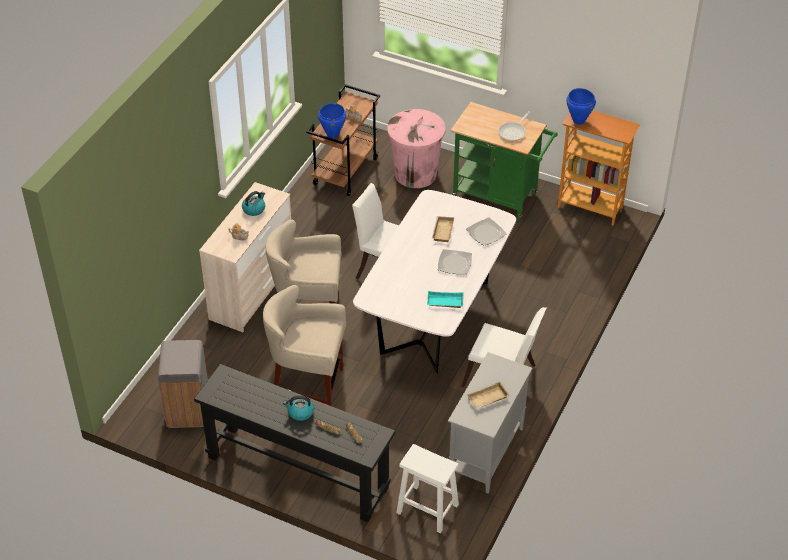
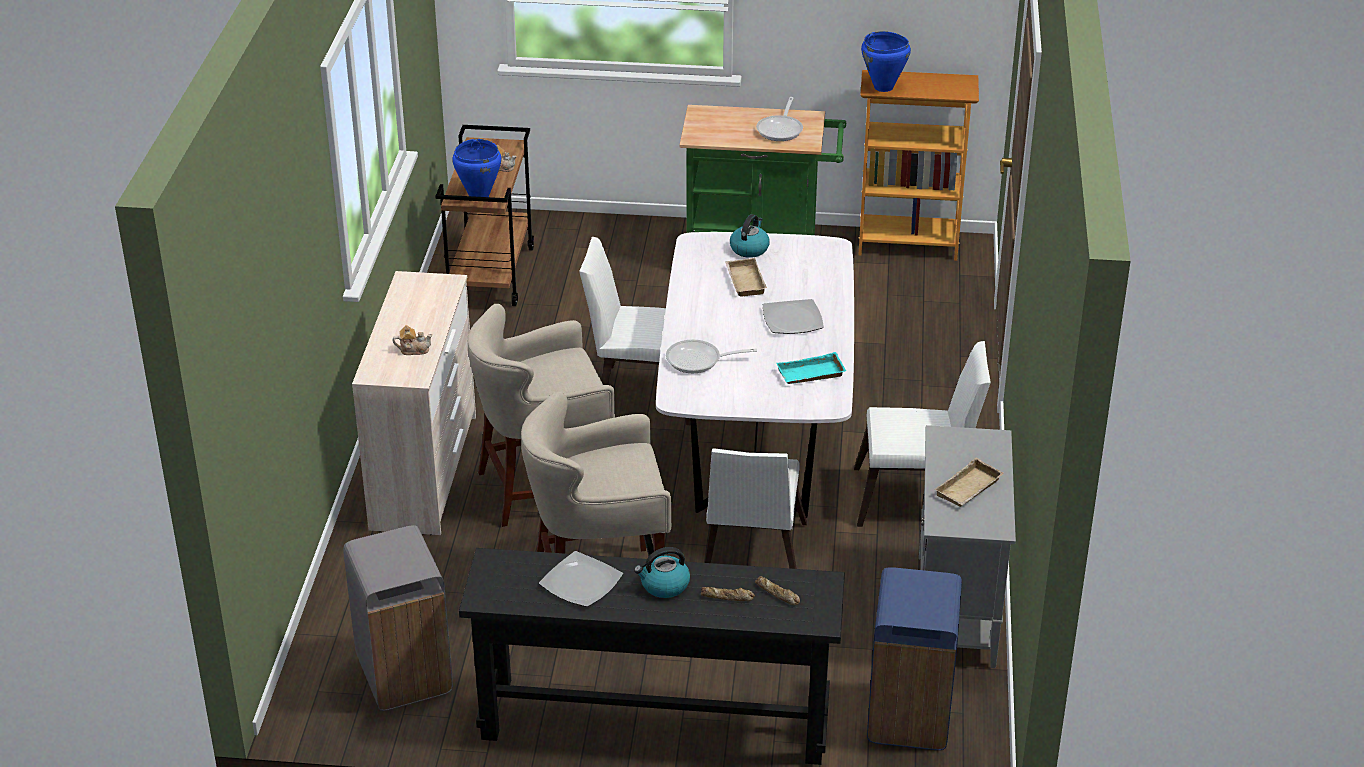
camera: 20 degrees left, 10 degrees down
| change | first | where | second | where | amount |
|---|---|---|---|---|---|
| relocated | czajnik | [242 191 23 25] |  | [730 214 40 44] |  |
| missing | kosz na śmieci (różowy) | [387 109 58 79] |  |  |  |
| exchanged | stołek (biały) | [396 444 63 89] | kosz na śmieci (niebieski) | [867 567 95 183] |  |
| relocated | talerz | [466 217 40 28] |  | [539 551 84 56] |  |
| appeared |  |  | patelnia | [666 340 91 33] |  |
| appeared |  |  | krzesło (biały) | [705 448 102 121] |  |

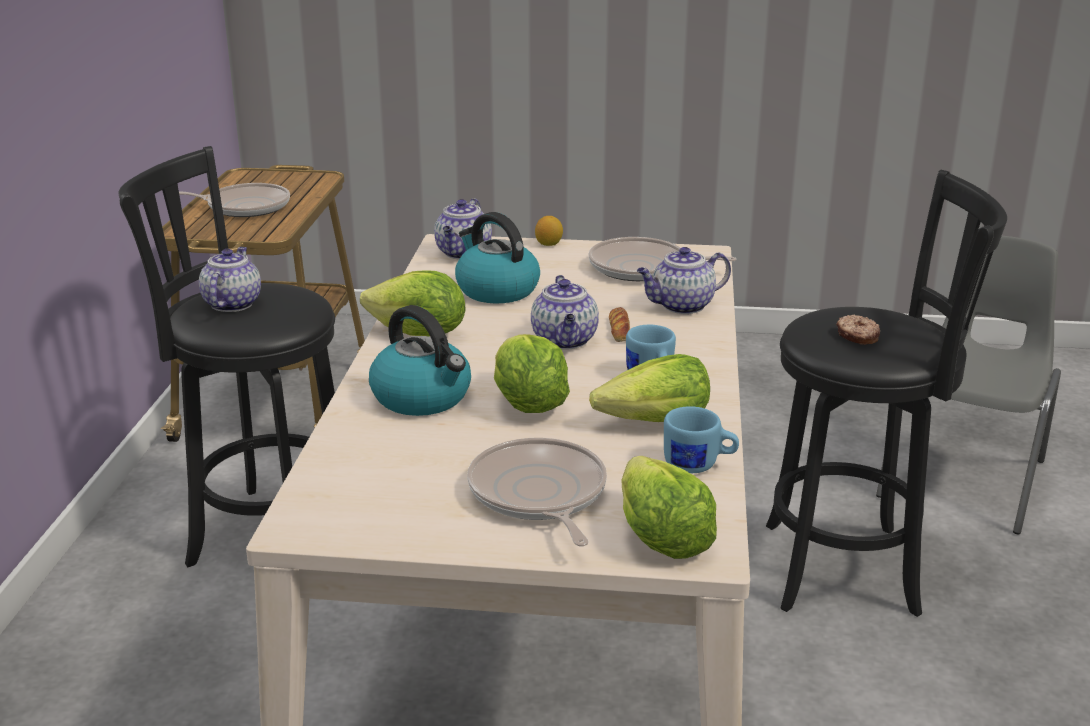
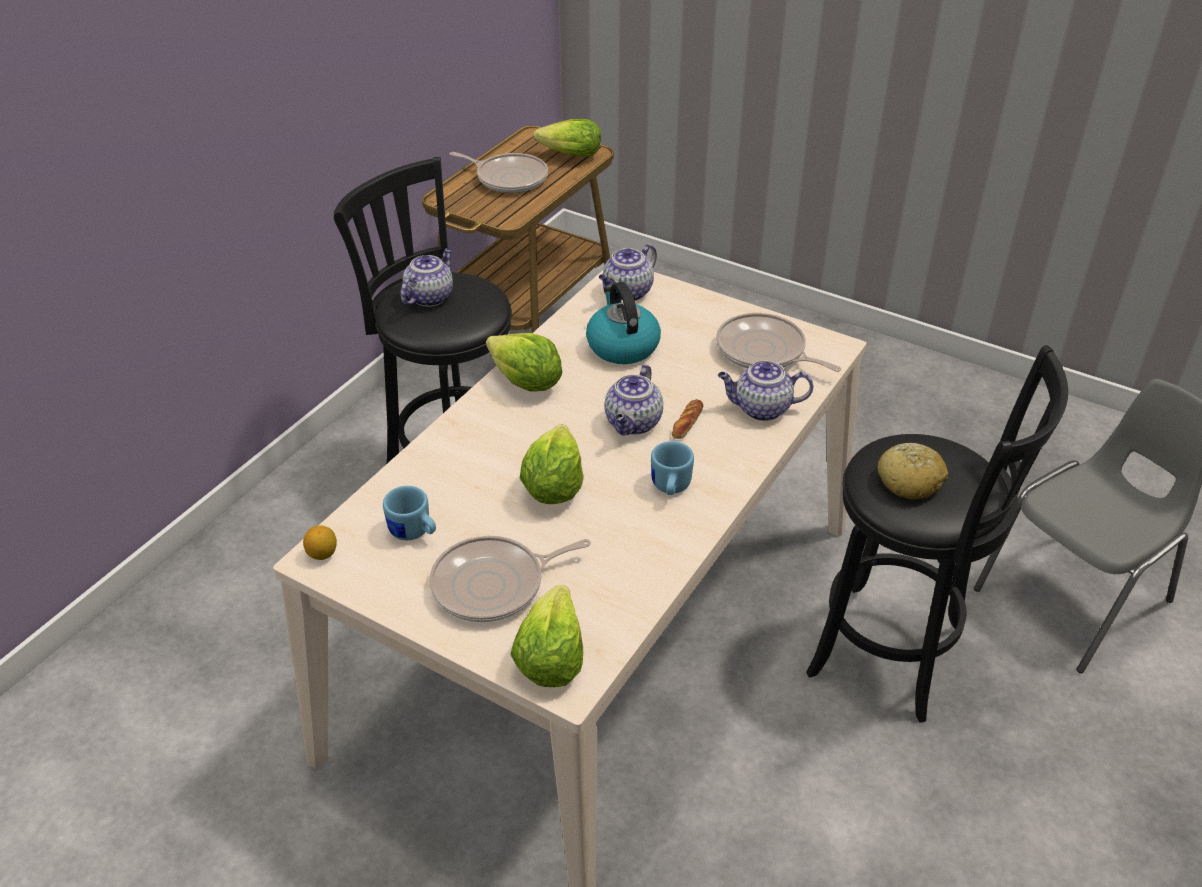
camera: 25 degrees right, 15 degrees up
| change | first | where | second | where | amount |
|---|---|---|---|---|---|
| missing | czajnik | [369 305 102 111] |  |  |  |
| spun | patelnia | [467 438 140 108] |  | [430 535 161 87] | 120 degrees counterclockwise |
| relocated | cytryna | [535 216 28 30] |  | [303 525 34 35] |  |
| relocated | sałata | [589 354 121 68] |  | [534 119 67 38] |  |
| relocated | kubek (niebieski) | [664 406 75 67] |  | [383 486 53 54] |  |
| exchanged | donut | [836 315 44 30] | chleb | [877 443 72 56] |  |

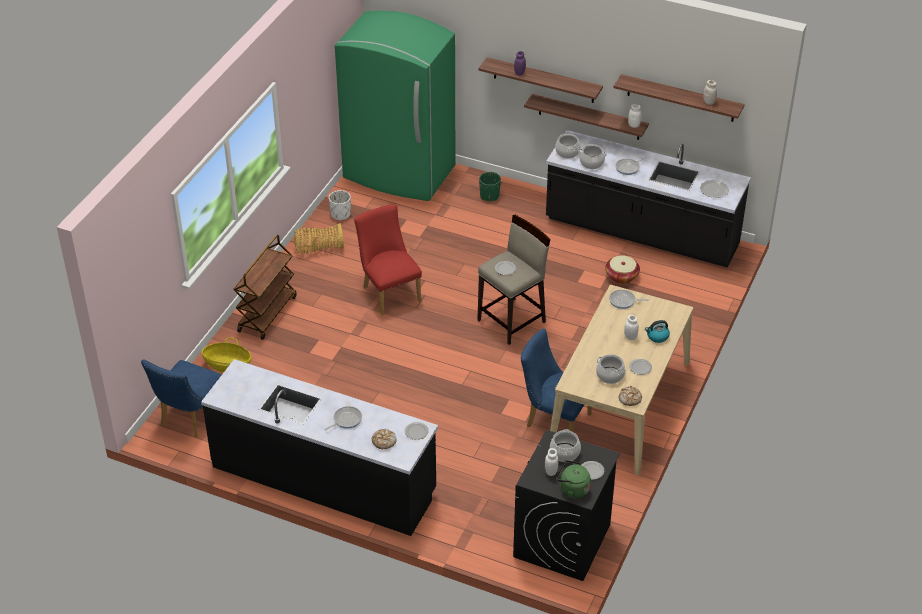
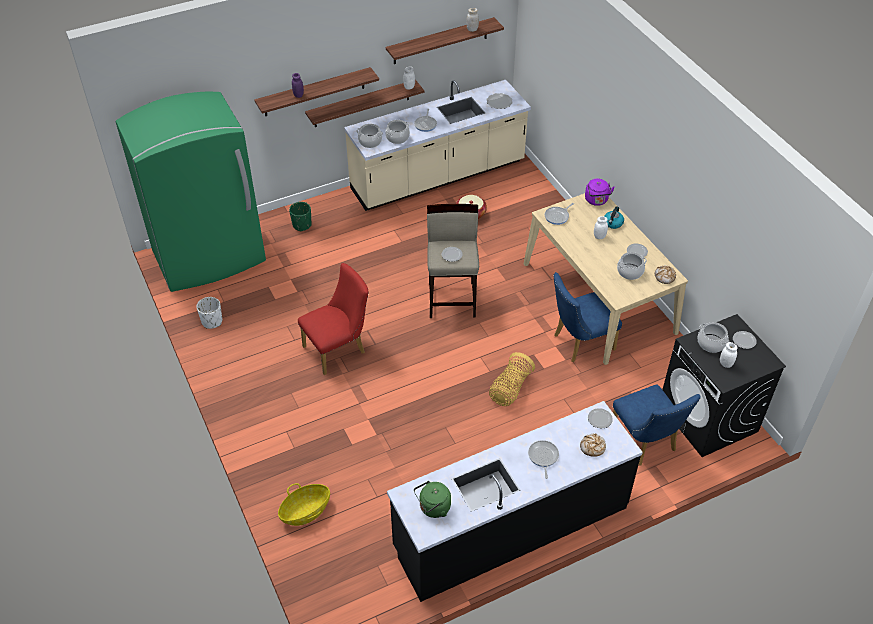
camera: 50 degrees left, 5 degrees up
| change | first | where | second | where | amount |
|---|---|---|---|---|---|
| relocated | krzesło (niebieski) | [141 360 80 78] |  | [613 384 88 81] |  |
| missing | wózek (brązowy) | [233 234 64 106] |  |  |  |
| relocated | koszyk | [294 223 50 30] |  | [489 352 46 54] |  |
| spun | krzesło (czerwony) | [354 205 68 110] |  | [298 263 71 112] | 135 degrees clockwise |
| colour | zabudowa kuchenna (czarny) | [546 130 205 138] | zabudowa kuchenna (beżowy) | [344 80 187 131] |  |
| relocated | czajnik (zielony) | [556 460 35 38] |  | [414 481 37 37] |  |
| appeared |  |  | czajnik (fioletowy) | [585 179 30 27] |  |

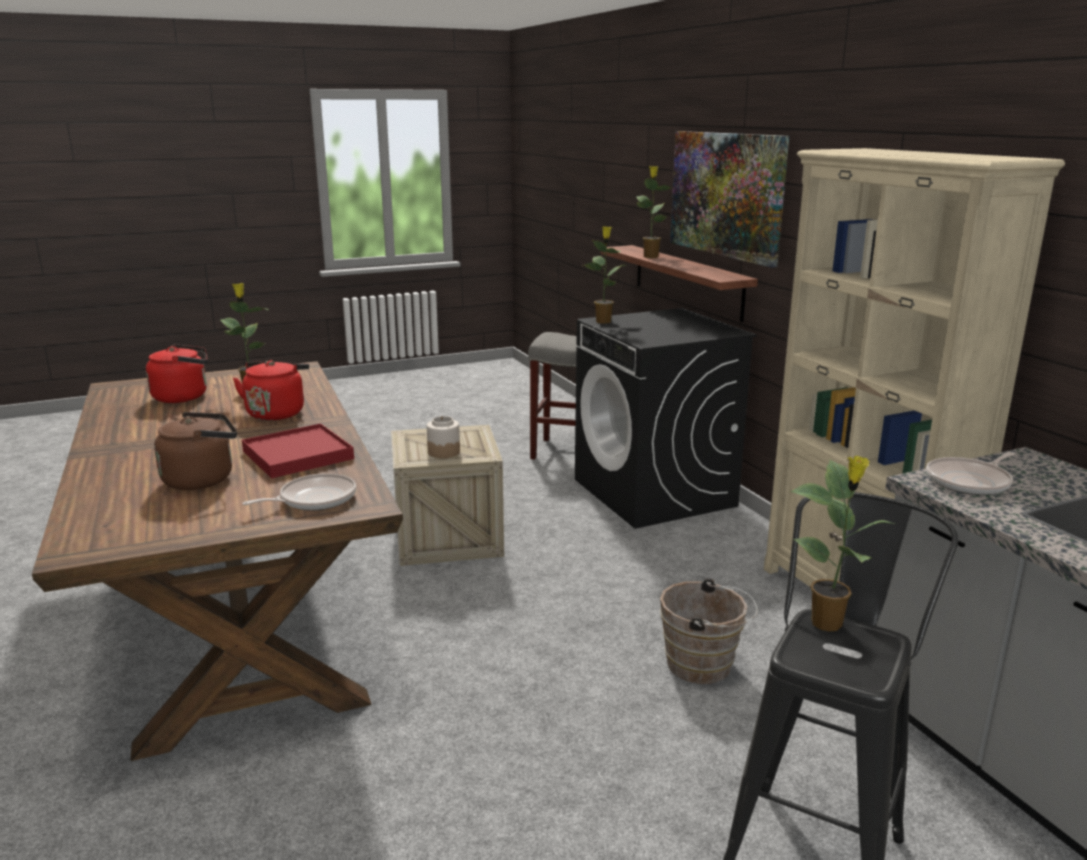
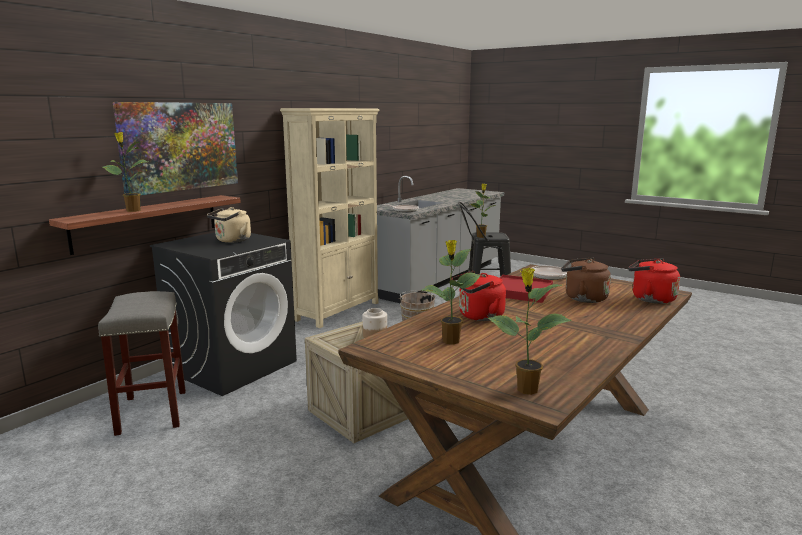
camera: 120 degrees left, 5 degrees down
| change | first | where | second | where | amount |
|---|---|---|---|---|---|
| relocated | czajnik (czerwony) | [146 344 61 59] |  | [628 258 52 46] |  |
| relocated | roślina doniczkowa | [584 226 43 98] |  | [488 267 84 128] |  |
| appeared |  |  | czajnik (beżowy) | [207 207 44 36] |  |

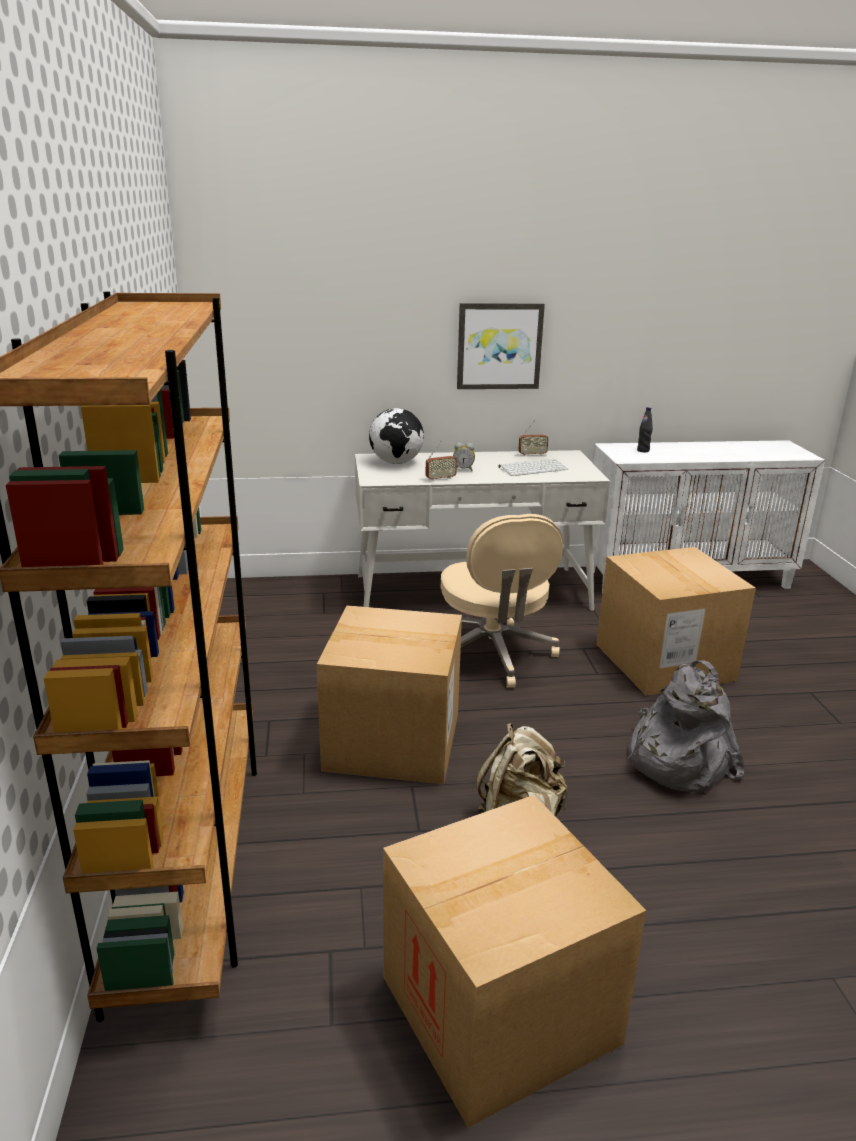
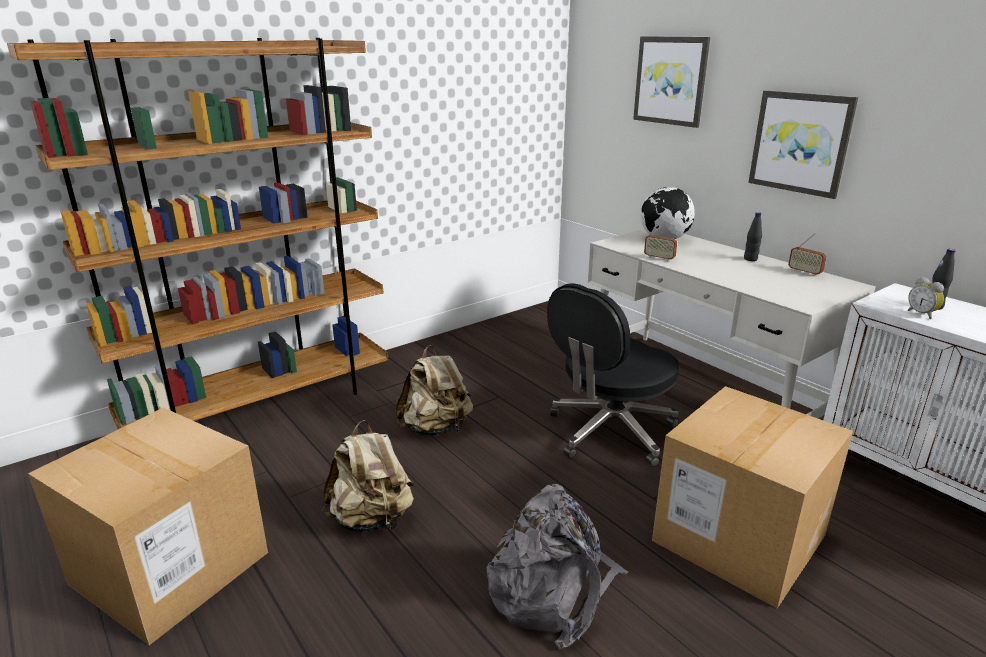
camera: 60 degrees right, 0 degrees up
| change | first | where | second | where | amount |
|---|---|---|---|---|---|
| exchanged | karton | [317 605 145 179] | plecak (beżowy) | [395 345 78 91] |  |
| colour | krzesło biurowe (beżowy) | [441 514 122 174] | krzesło biurowe (czarny) | [547 283 132 184] |  |
| relocated | budzik | [453 443 22 28] |  | [908 277 36 42] |  |
| missing | klawiatura | [498 459 70 17] |  |  |  |
| appeared |  |  | obraz | [633 36 77 92] |  |
| appeared |  |  | butelka (czarny) | [744 212 18 49] |  |

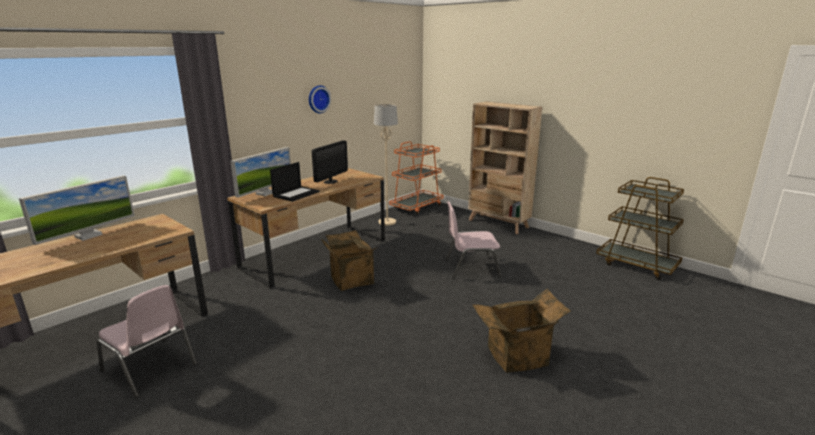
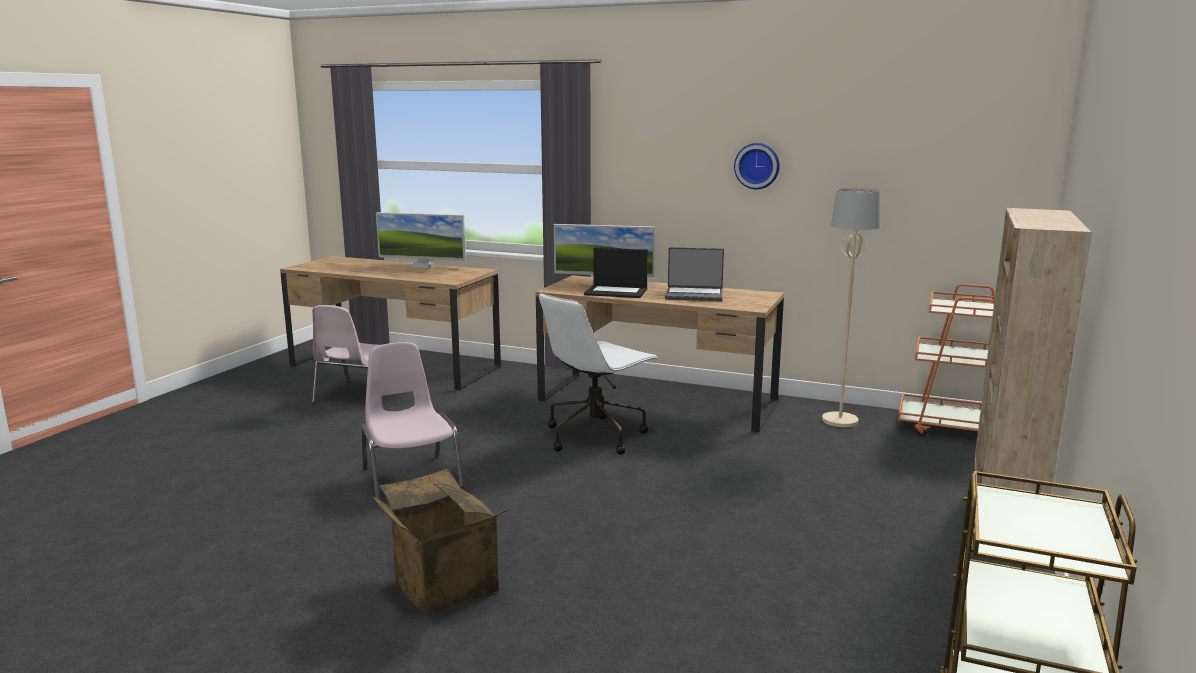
camera: 70 degrees right, 5 degrees down
| change | first | where | second | where | amount |
|---|---|---|---|---|---|
| exchanged | monitor | [312 140 36 44] | laptop | [665 247 59 54] |  |
| exchanged | karton | [321 230 57 61] | krzesło biurowe (biały) | [539 293 120 162] |  |
| relocated | krzesło (różowy) | [446 201 55 78] |  | [361 342 103 158] |  |

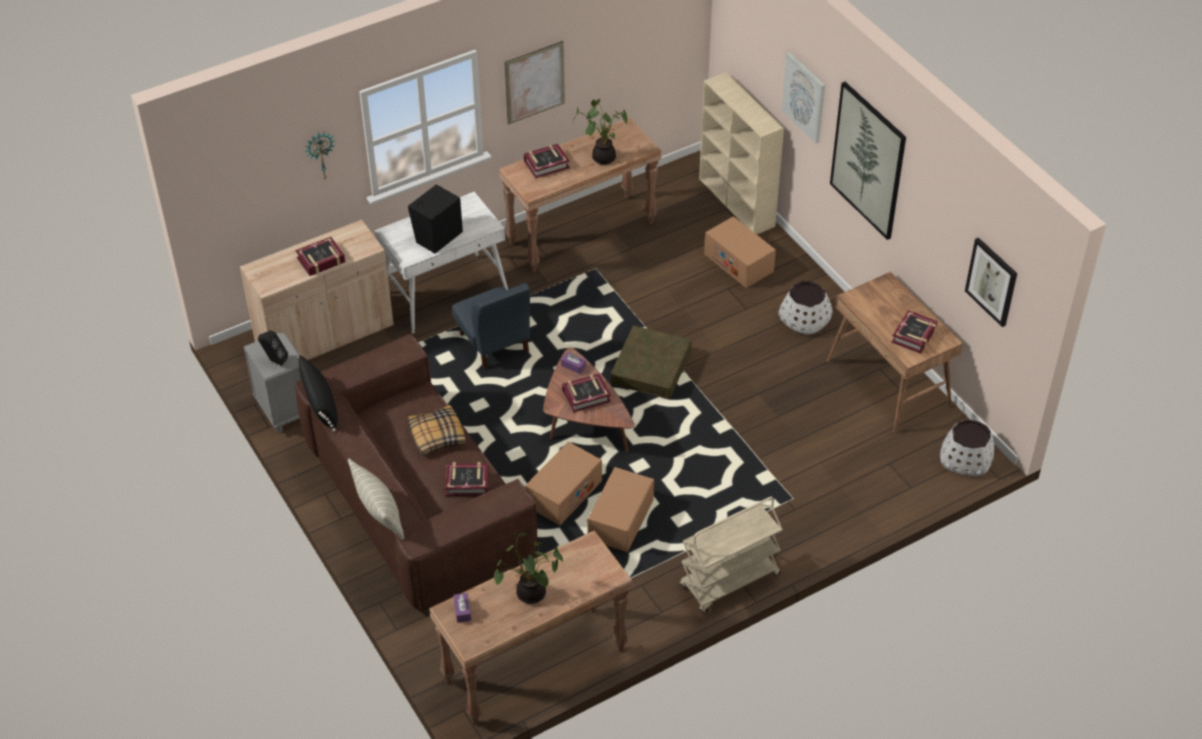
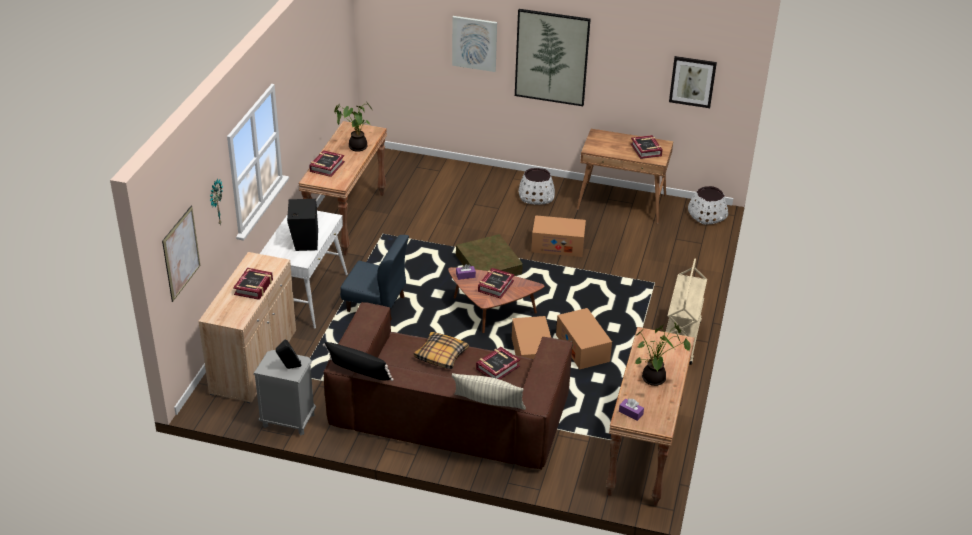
camera: 45 degrees left, 10 degrees down
| change | first | where | second | where | amount |
|---|---|---|---|---|---|
| relocated | obraz | [505 41 60 83] |  | [162 206 38 96] |  |
| missing | regał (beżowy) | [699 72 85 162] |  |  |  |
| relocated | karton | [704 216 72 72] |  | [531 215 55 42] |  |

